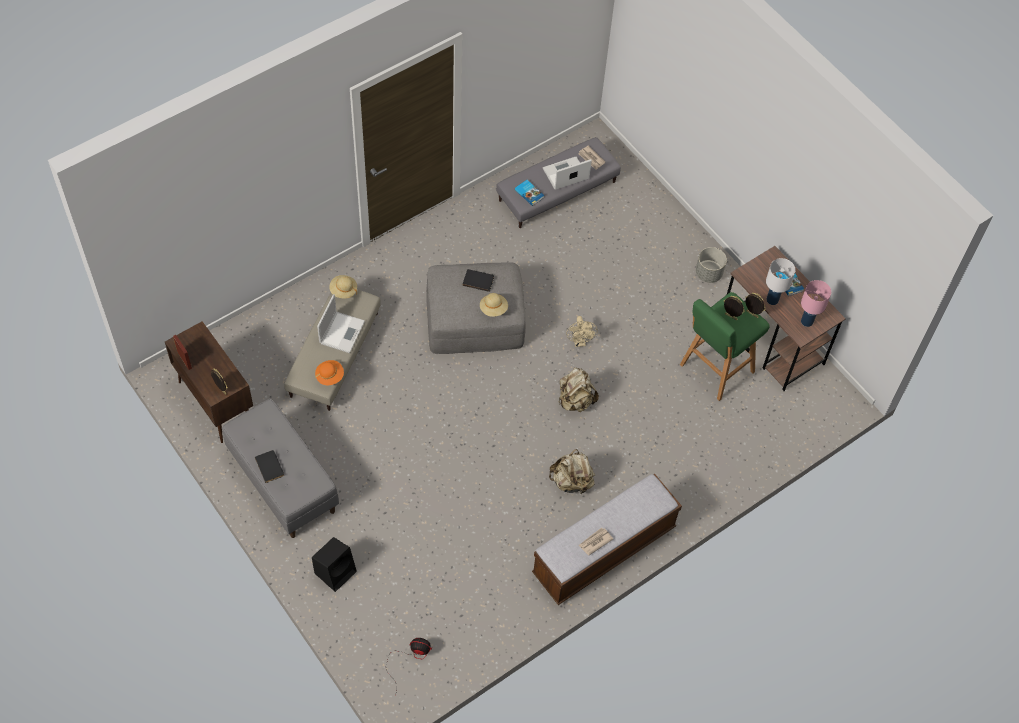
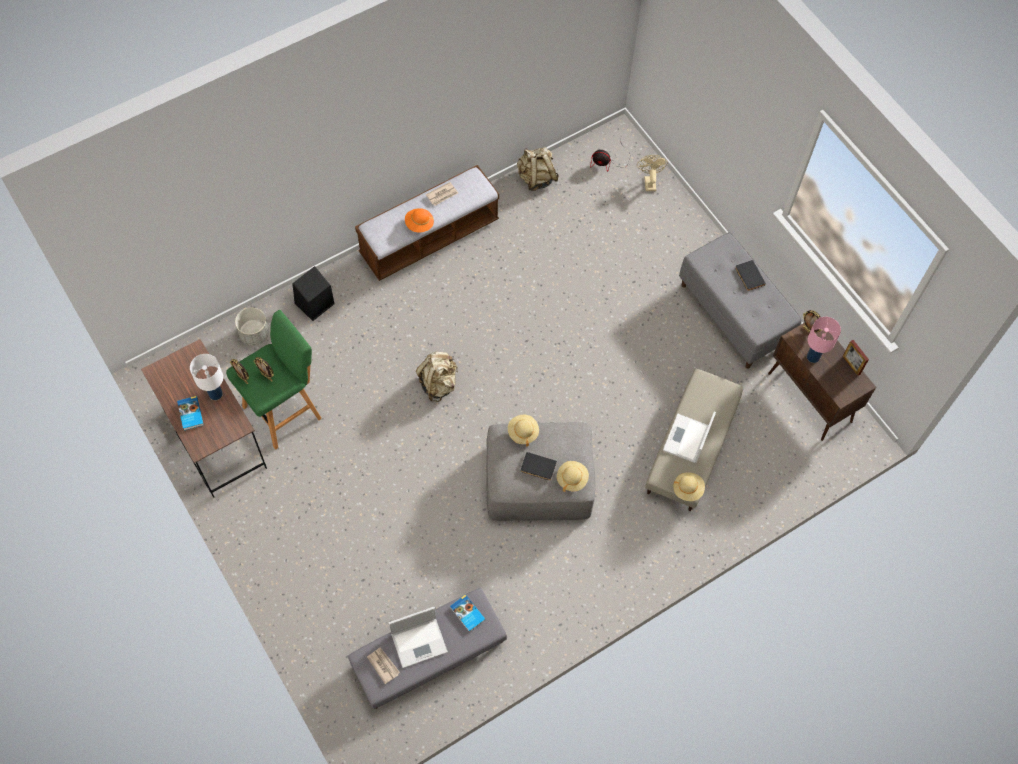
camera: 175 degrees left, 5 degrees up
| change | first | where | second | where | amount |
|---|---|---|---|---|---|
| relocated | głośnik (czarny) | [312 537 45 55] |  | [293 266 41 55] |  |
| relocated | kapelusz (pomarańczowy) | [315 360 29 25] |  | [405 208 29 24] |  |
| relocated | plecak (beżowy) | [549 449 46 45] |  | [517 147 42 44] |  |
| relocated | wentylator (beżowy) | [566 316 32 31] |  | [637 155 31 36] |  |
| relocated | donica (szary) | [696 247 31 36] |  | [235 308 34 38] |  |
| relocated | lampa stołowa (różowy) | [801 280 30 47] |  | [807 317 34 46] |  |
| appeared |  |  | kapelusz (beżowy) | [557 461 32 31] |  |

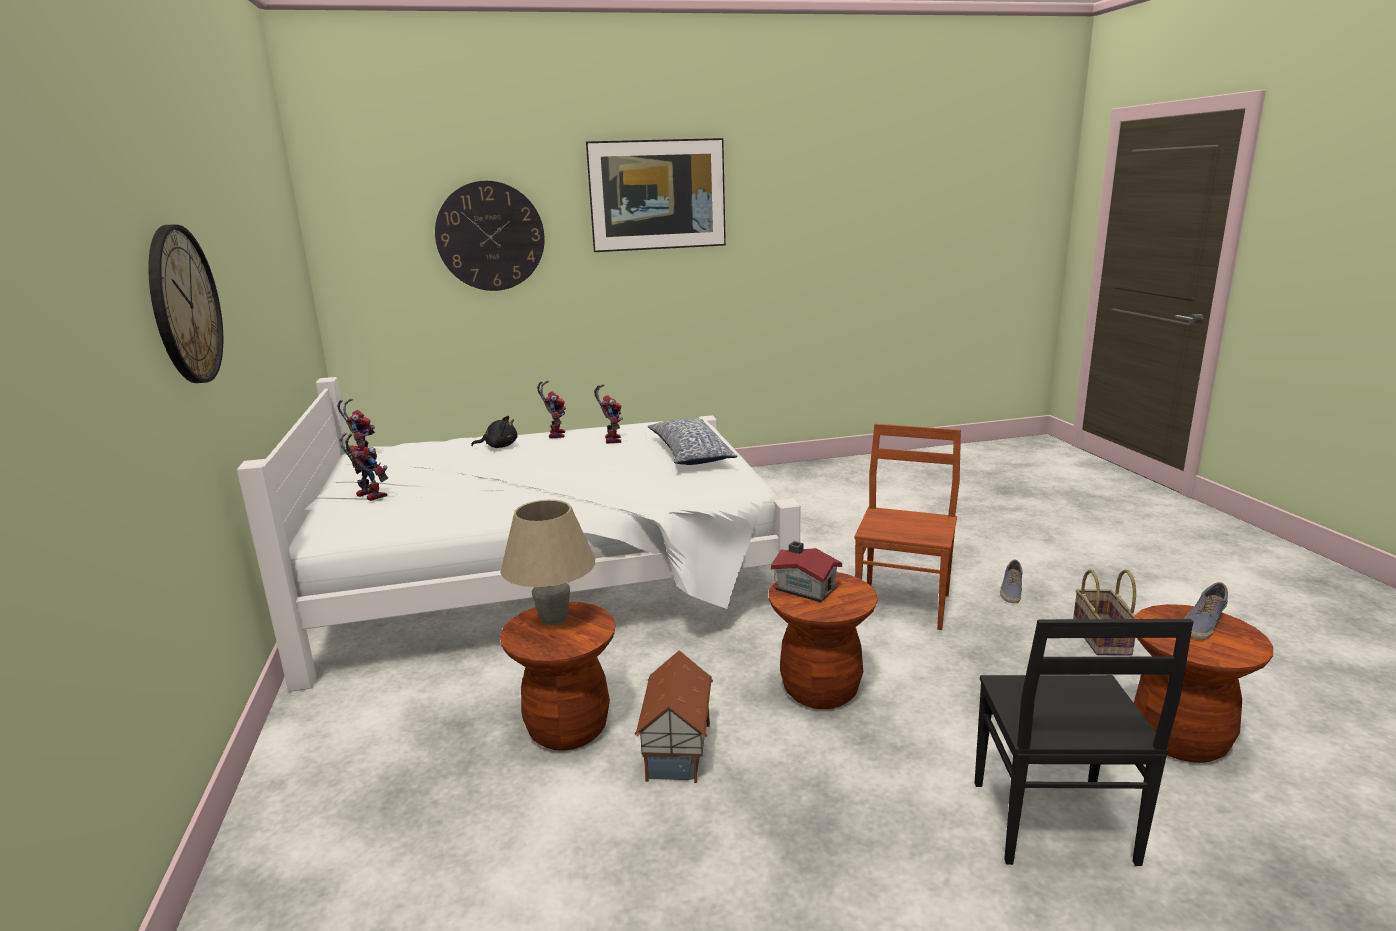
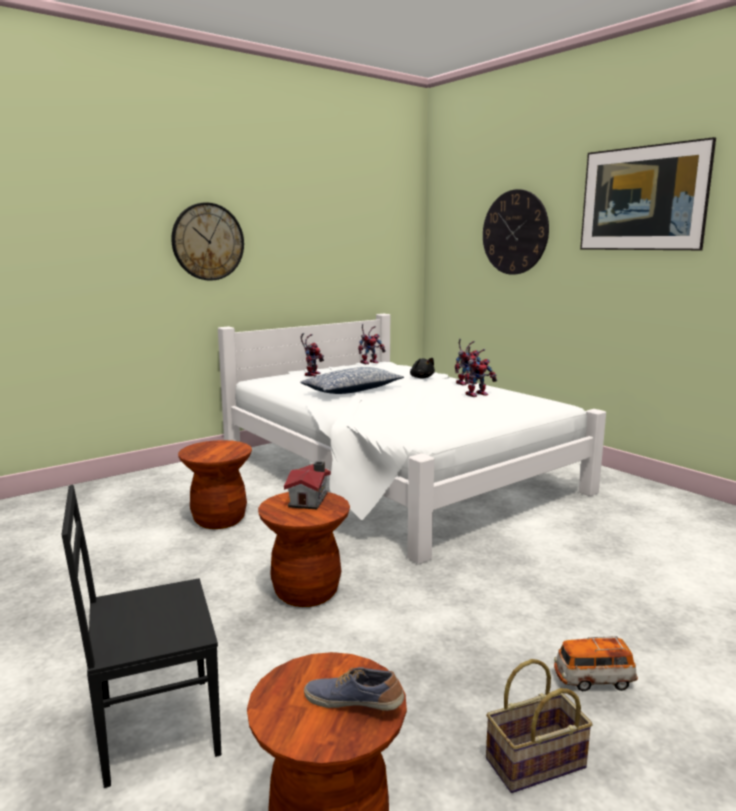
camera: 65 degrees right, 5 degrees down
| change | first | where | second | where | amount |
|---|---|---|---|---|---|
| missing | lampa stołowa (beżowy) | [500 500 95 125] |  |  |  |
| missing | domek | [635 650 78 133] |  |  |  |
| relocated | poduszka | [648 418 90 47] |  | [300 367 104 27] |  |
| missing | krzesło (brązowy) | [854 424 107 206] |  |  |  |
| exchanged | but | [1000 560 23 43] | samochodzik | [554 636 84 55] |  |

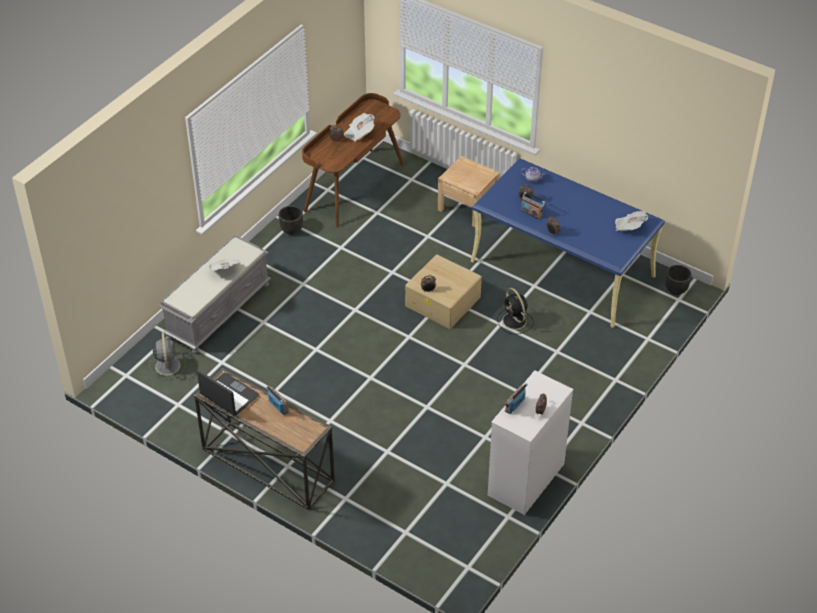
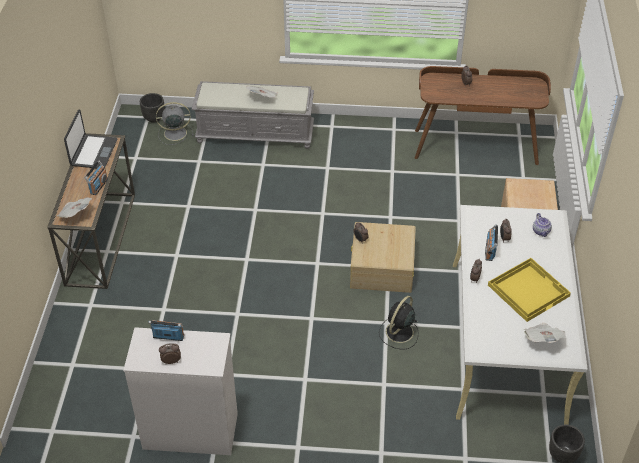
camera: 60 degrees right, 0 degrees up
| change | first | where | second | where | amount |
|---|---|---|---|---|---|
| spun | wentylator (szary) | [149 332 36 49] |  | [156 102 38 43] | 150 degrees counterclockwise |
| relocated | donica (czarny) | [279 206 24 29] |  | [140 93 25 30] |  |
| relocated | gazeta | [344 113 31 29] |  | [57 197 35 21] |  |
| colour | biurko (niebieski) | [471 158 194 170] | biurko (biały) | [453 205 135 220] |  |
| appeared |  |  | taca (żółty) | [488 258 83 64] |  |

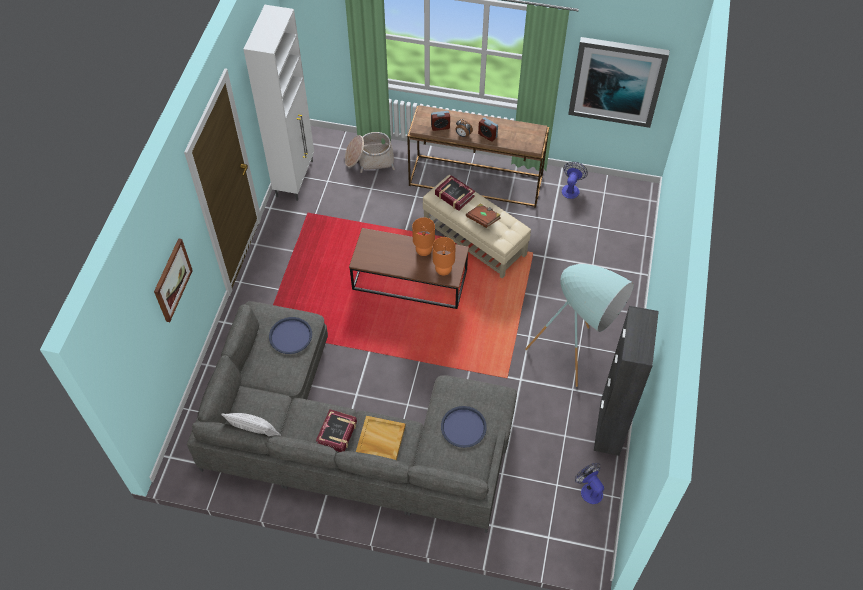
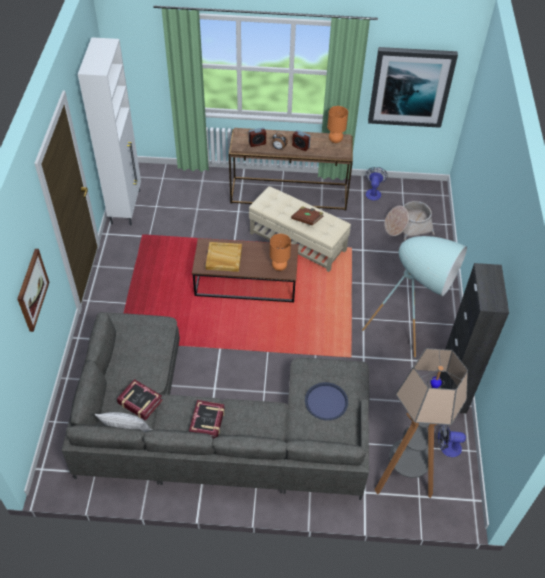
camera: 10 degrees left, 5 degrees down
| change | first | where | second | where | amount |
|---|---|---|---|---|---|
| missing | taca (niebieski) | [269 317 43 37] |  |  |  |
| relocated | koszyk | [345 132 50 41] |  | [384 201 51 39] |  |
| relocated | taca (beżowy) | [356 416 49 44] |  | [205 242 37 30] |  |
| relocated | lampa stołowa (pomarańczowy) | [412 218 23 38] |  | [327 106 21 37] |  |
| relocated | książka | [435 175 40 36] |  | [117 379 46 42] |  |
| spun | wentylator | [575 463 29 41] |  | [438 424 28 33] | 45 degrees counterclockwise |
| appeared |  |  | lampa stojąca | [375 348 93 150] |  |

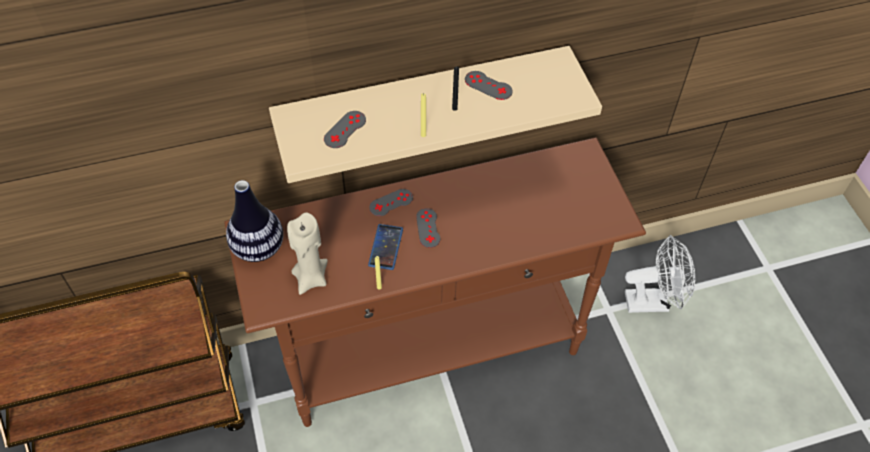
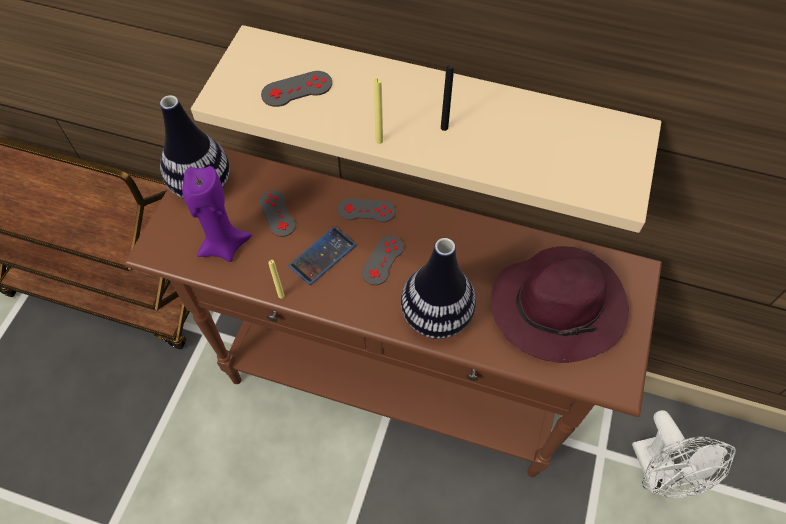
camera: 35 degrees right, 5 degrees up
| change | first | where | second | where | amount |
|---|---|---|---|---|---|
| colour | świeca (beżowy) | [287 213 41 82] | świeca (fioletowy) | [182 166 70 96] |  |
| relocated | pad do gier (szary) | [465 71 48 29] |  | [259 190 37 47] |  |
| spun | wentylator (biały) | [625 235 70 78] |  | [632 410 104 88] | 45 degrees clockwise |
| appeared |  |  | wazon | [401 238 75 101] |  |
| appeared |  |  | kapelusz (fioletowy) | [491 246 138 117] |  |

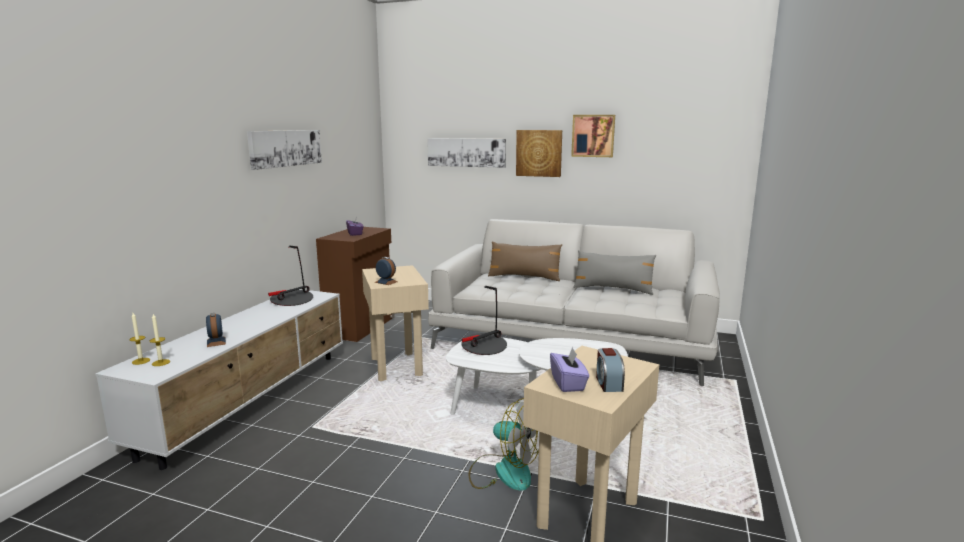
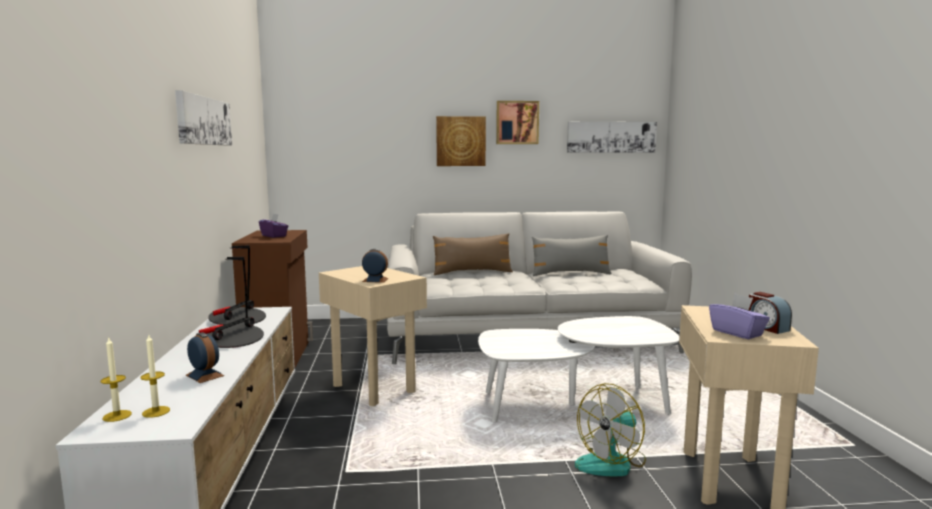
camera: 25 degrees left, 5 degrees down
| change | first | where | second | where | amount |
|---|---|---|---|---|---|
| relocated | obraz | [427 138 79 30] |  | [567 122 90 31] |  |
| relocated | lampa stołowa | [461 286 46 69] |  | [199 257 65 91] |  |
| spun | wentylator | [469 398 70 93] |  | [575 383 71 94] | 135 degrees clockwise |

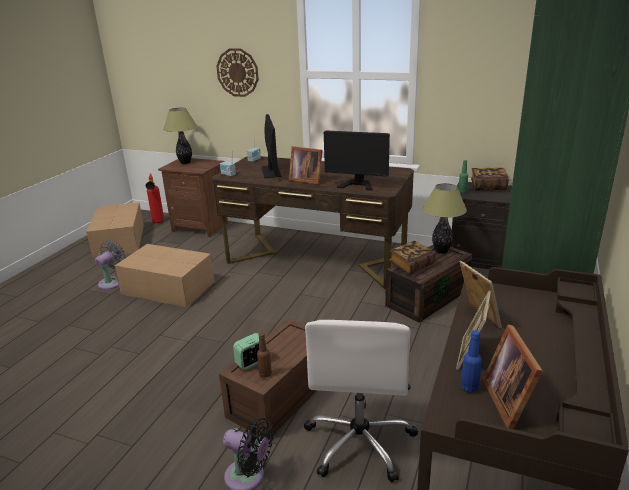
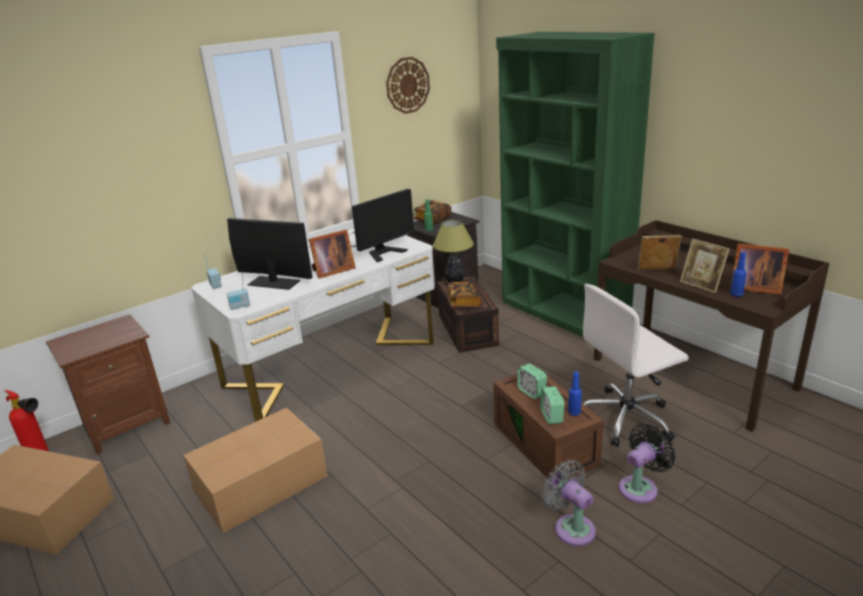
camera: 60 degrees left, 0 degrees up
| change | first | where | second | where | amount |
|---|---|---|---|---|---|
| relocated | wentylator (szary) | [95 240 31 50] |  | [541 460 55 86] |  |
| missing | lampa stołowa | [163 107 34 57] |  |  |  |
| colour | biurko (brązowy) | [211 156 203 134] | biurko (biały) | [191 234 244 188] |  |
| relocated | zegar ścienny | [216 48 43 49] |  | [386 57 44 57] |  |
| colour | butelka (brązowy) | [257 333 15 45] | butelka (niebieski) | [568 371 14 45] |  |
| spun | krzesło biurowe (biały) | [304 320 114 163] |  | [583 284 105 163] | 120 degrees clockwise |
| appeared |  |  | budzik | [517 364 30 35] |  |

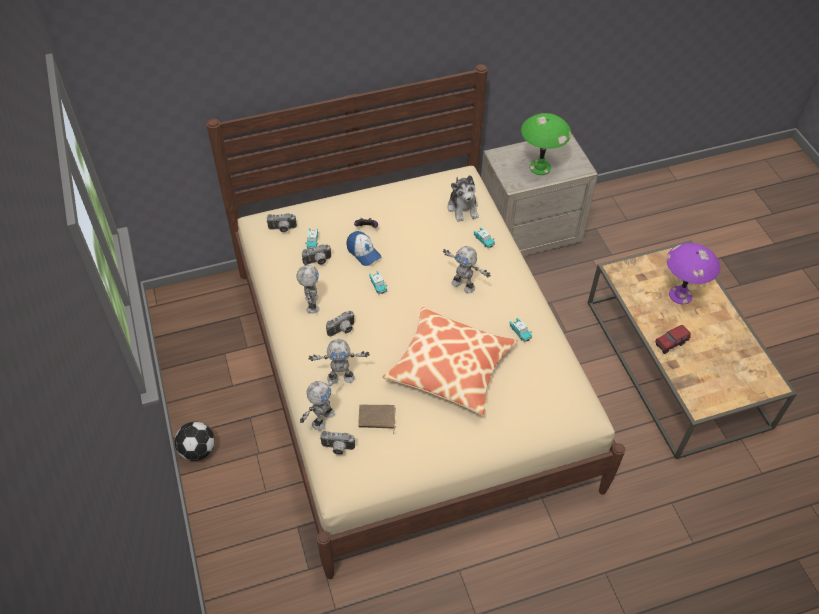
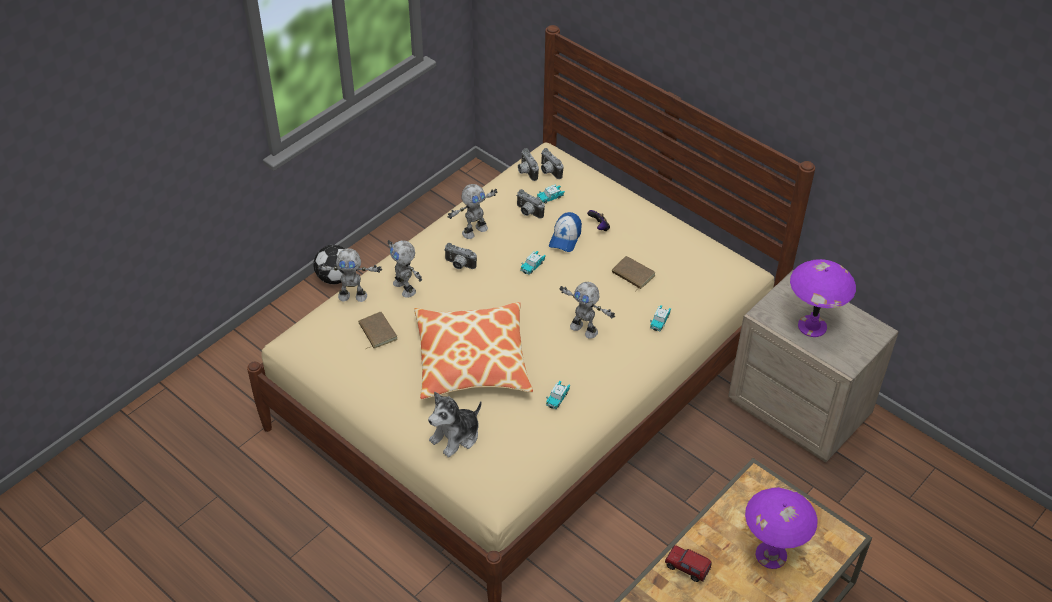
camera: 60 degrees right, 5 degrees down
| change | first | where | second | where | amount |
|---|---|---|---|---|---|
| relocated | aparat fotograficzny | [320 431 35 24] |  | [518 148 21 33] |  |
| spun | robot zabawkowy | [443 246 48 47] |  | [559 282 56 57] | 60 degrees counterclockwise |
| relocated | pluszak | [448 175 31 47] |  | [428 392 53 65] |  |
| colour | lampa stołowa (zielony) | [521 113 50 62] | lampa stołowa (fioletowy) | [790 259 66 78] |  |
| appeared |  |  | książka (brązowy) | [612 256 44 35] |  |

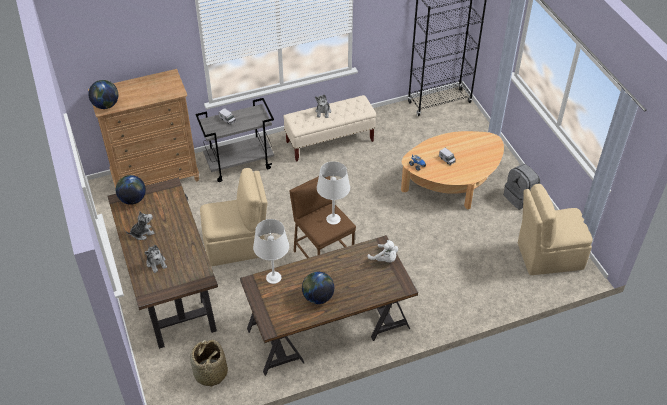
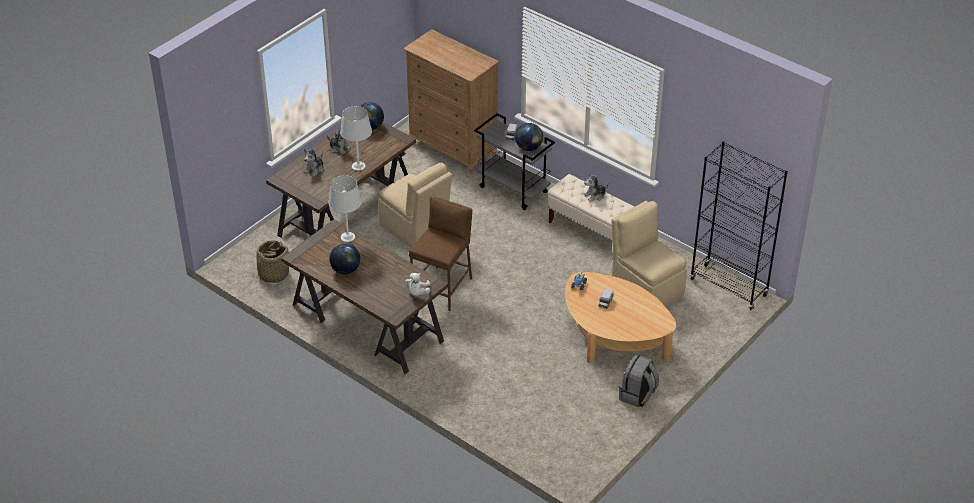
camera: 60 degrees right, 5 degrees down
| change | first | where | second | where | amount |
|---|---|---|---|---|---|
| relocated | globus | [88 80 30 29] |  | [515 123 28 28] |  |
| relocated | lampa stołowa (biały) | [317 161 33 64] |  | [340 106 32 65] |  |
| relocated | krzesło (beżowy) | [518 184 75 91] |  | [612 201 75 106] |  |

